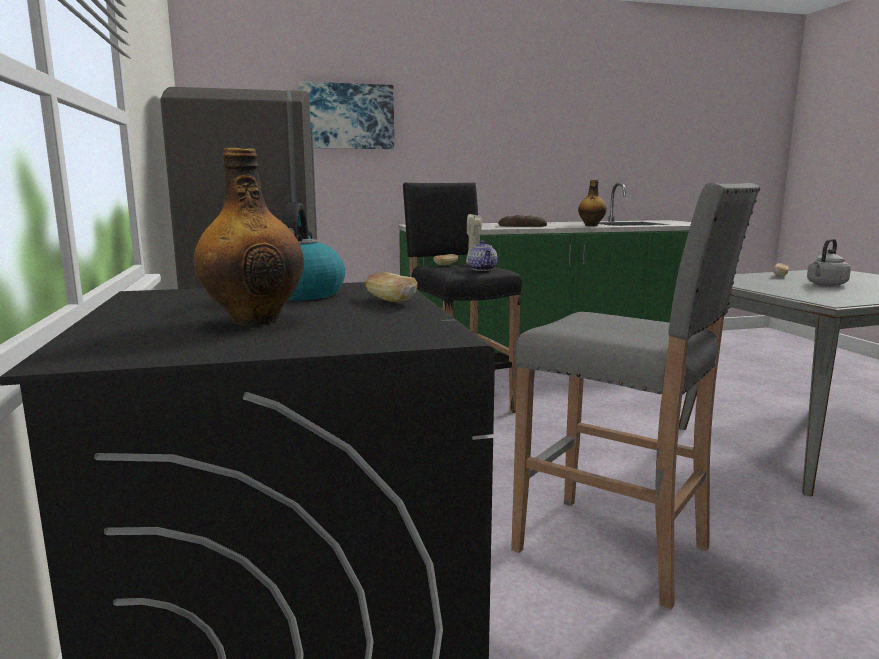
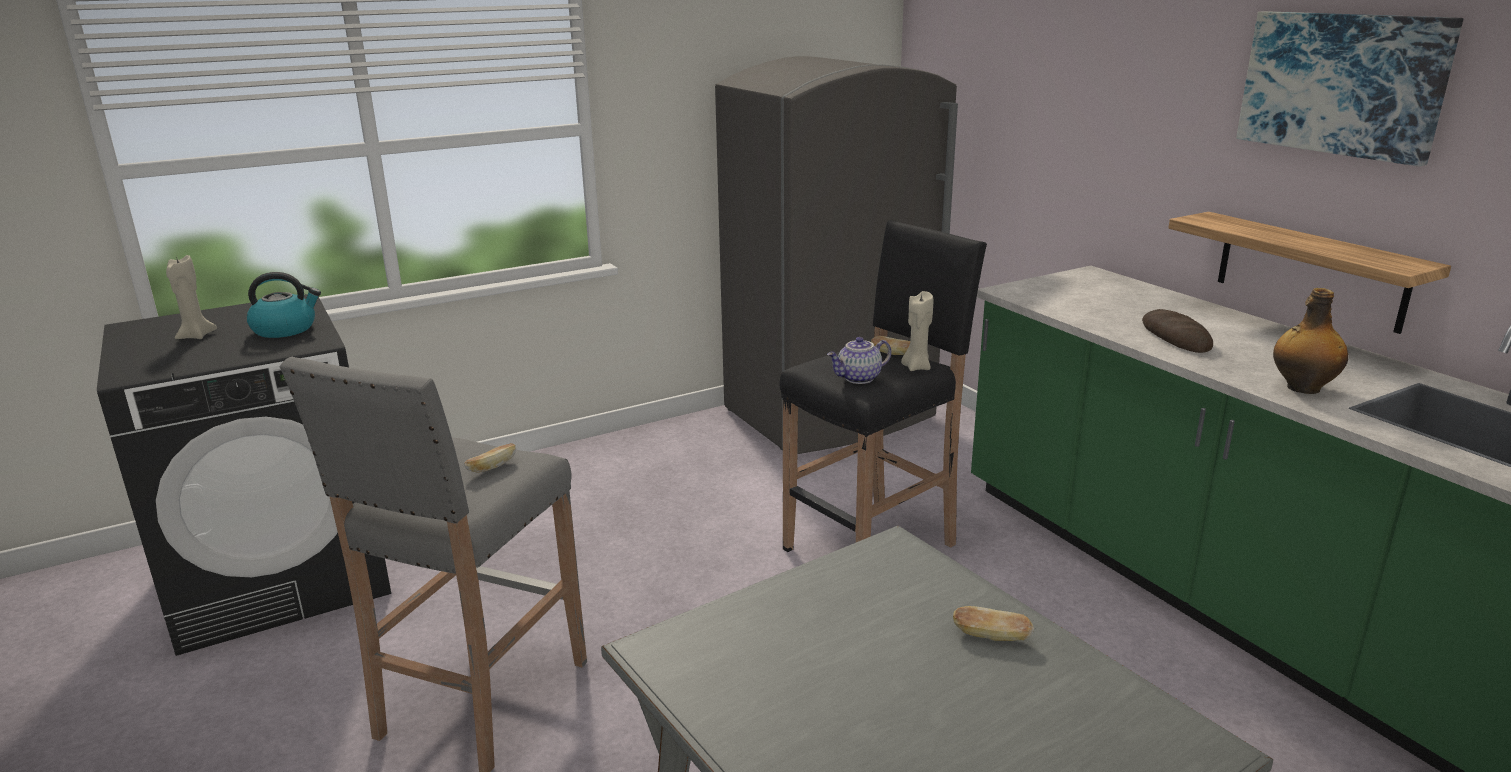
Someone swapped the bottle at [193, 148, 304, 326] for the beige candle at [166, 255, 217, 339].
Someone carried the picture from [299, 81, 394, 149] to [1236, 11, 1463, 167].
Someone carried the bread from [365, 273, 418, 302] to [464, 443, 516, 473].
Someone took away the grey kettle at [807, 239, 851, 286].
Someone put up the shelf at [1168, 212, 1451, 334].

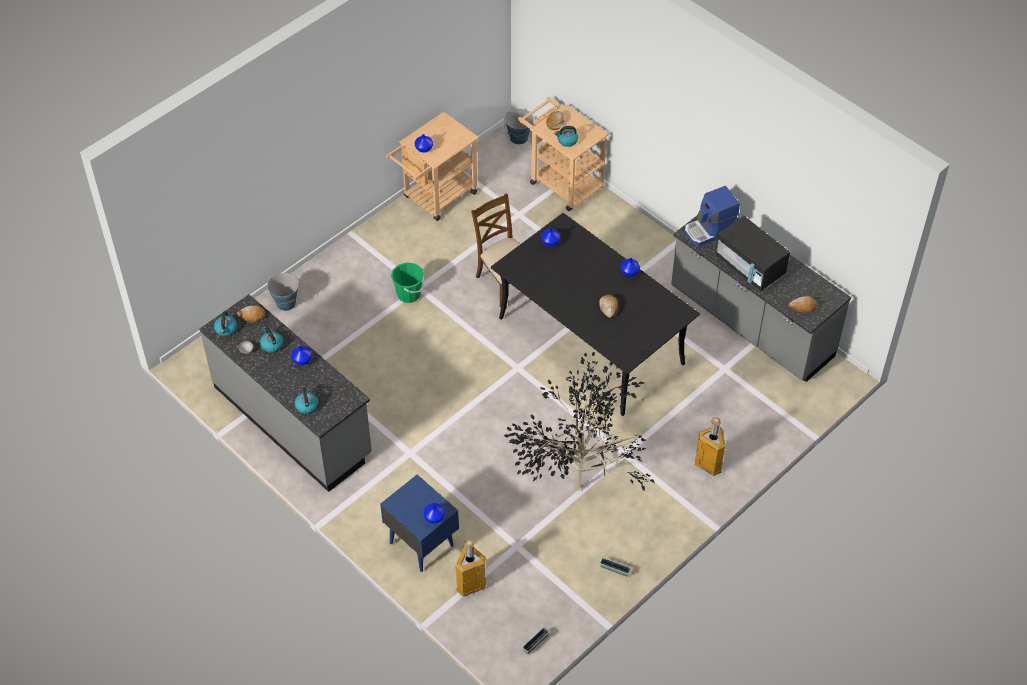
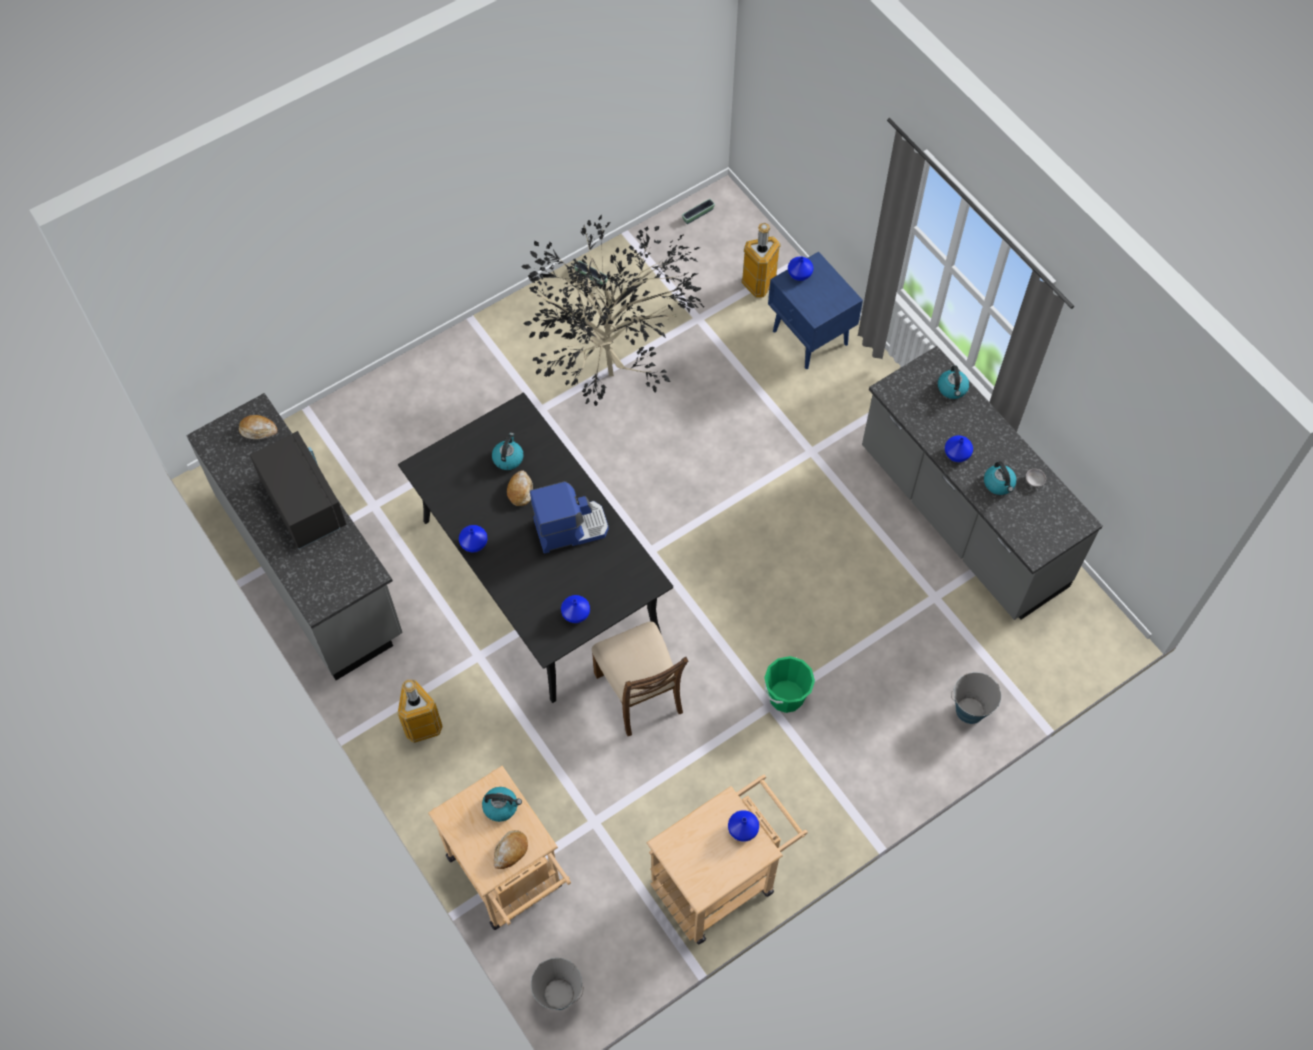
Someone carried the kettle from [214, 311, 237, 336] to [492, 433, 524, 470].
Someone took away the bread at [237, 305, 265, 322].
Someone carried the coffee machine from [684, 186, 740, 246] to [530, 481, 609, 554].
Someone carried the trash can from [695, 417, 726, 476] to [398, 679, 443, 743].

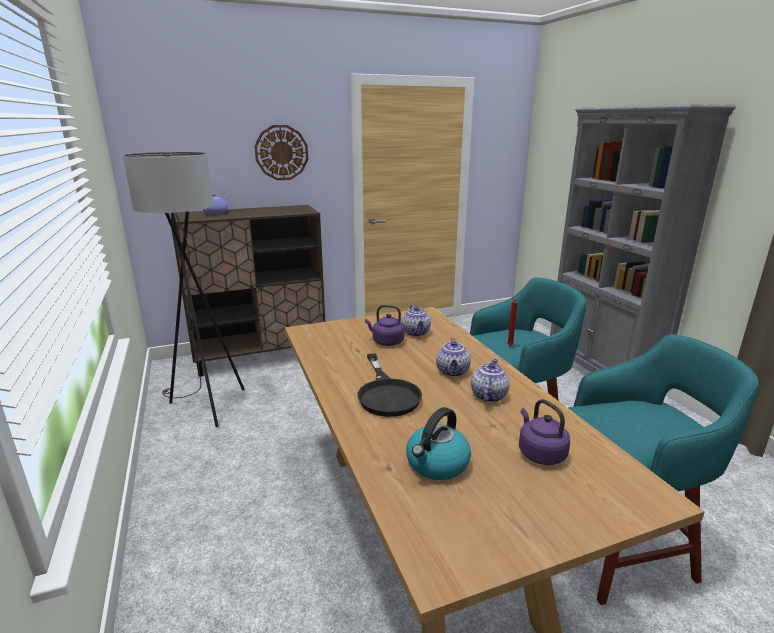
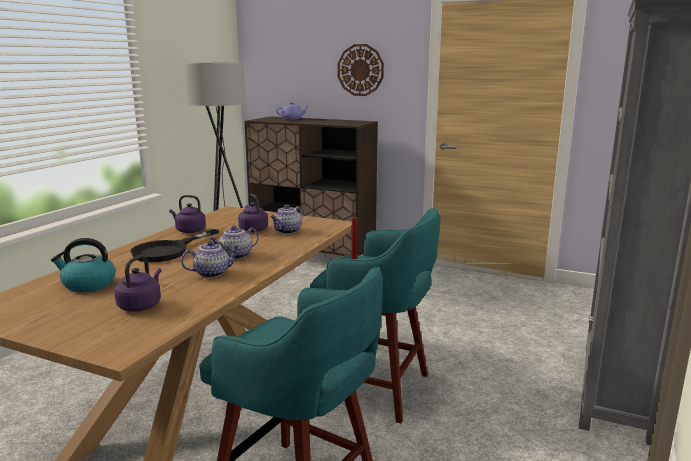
Someone put down the purple kettle at [170, 195, 206, 233].

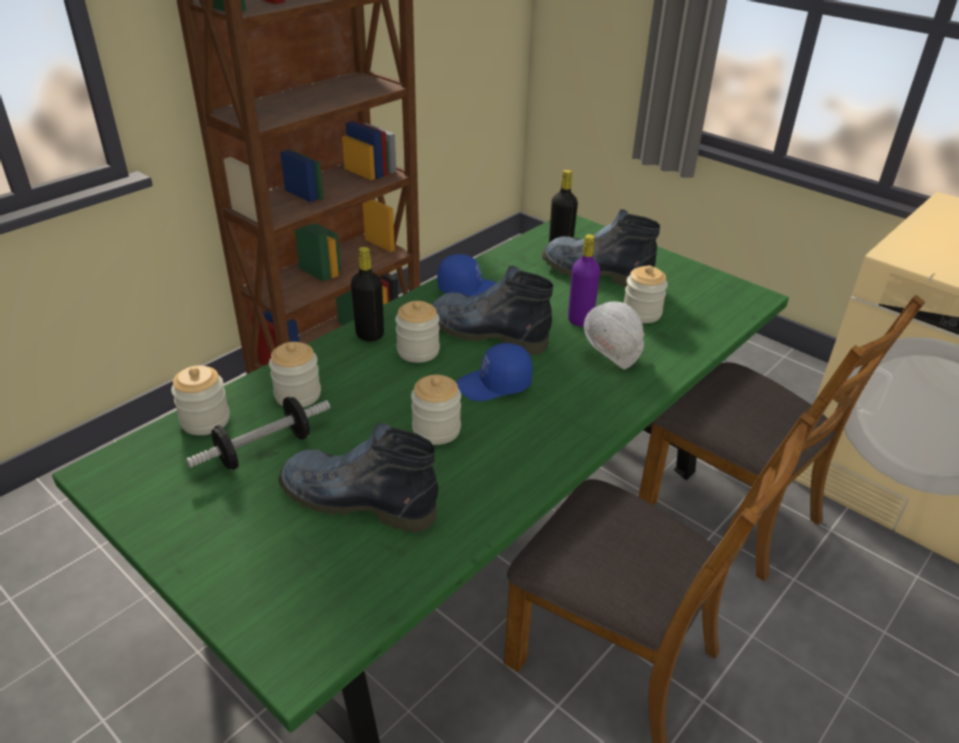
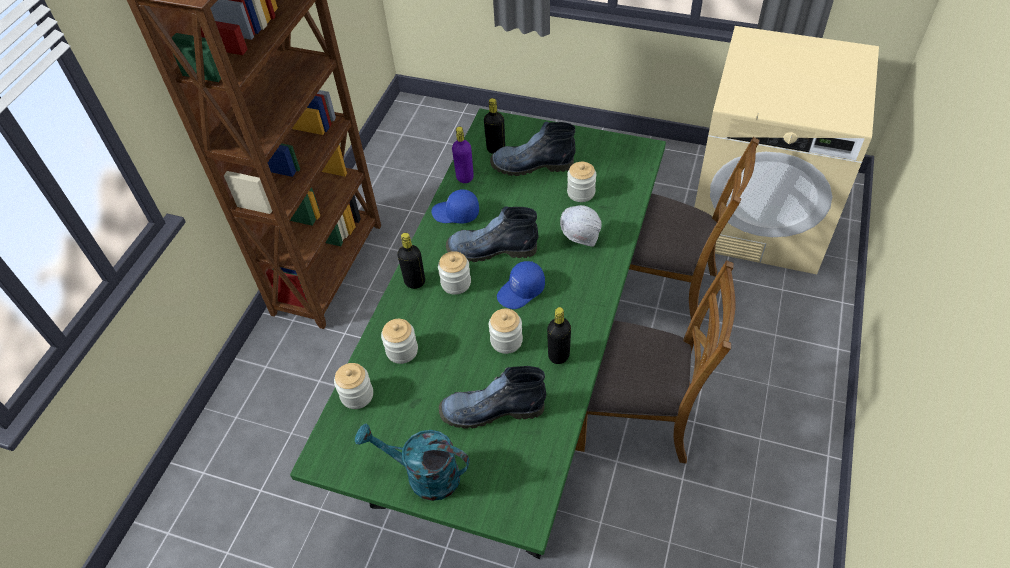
Someone took away the dumbbell at [186, 397, 330, 470].
Someone rotated the blue cap at [437, 254, 497, 296] by 150 degrees counterclockwise.
Someone carried the purple bottle from [568, 234, 600, 326] to [452, 127, 474, 183].
Someone put down the turquoise watering can at [355, 423, 470, 501].
Someone put down the black bottle at [547, 307, 571, 364].

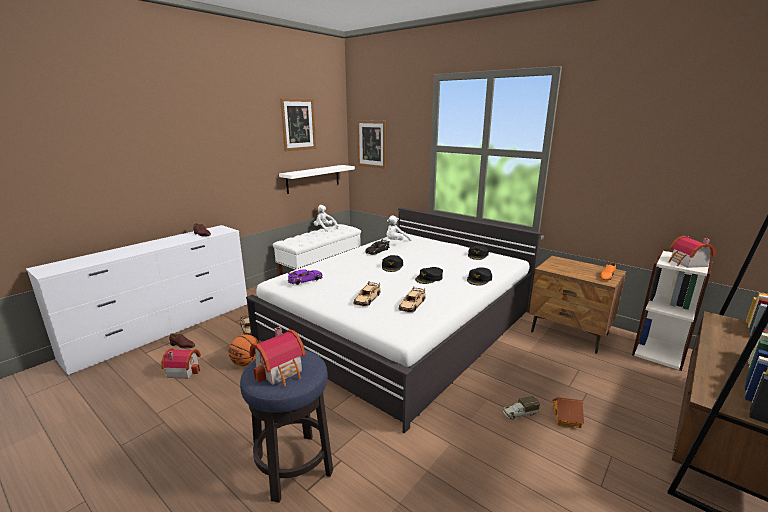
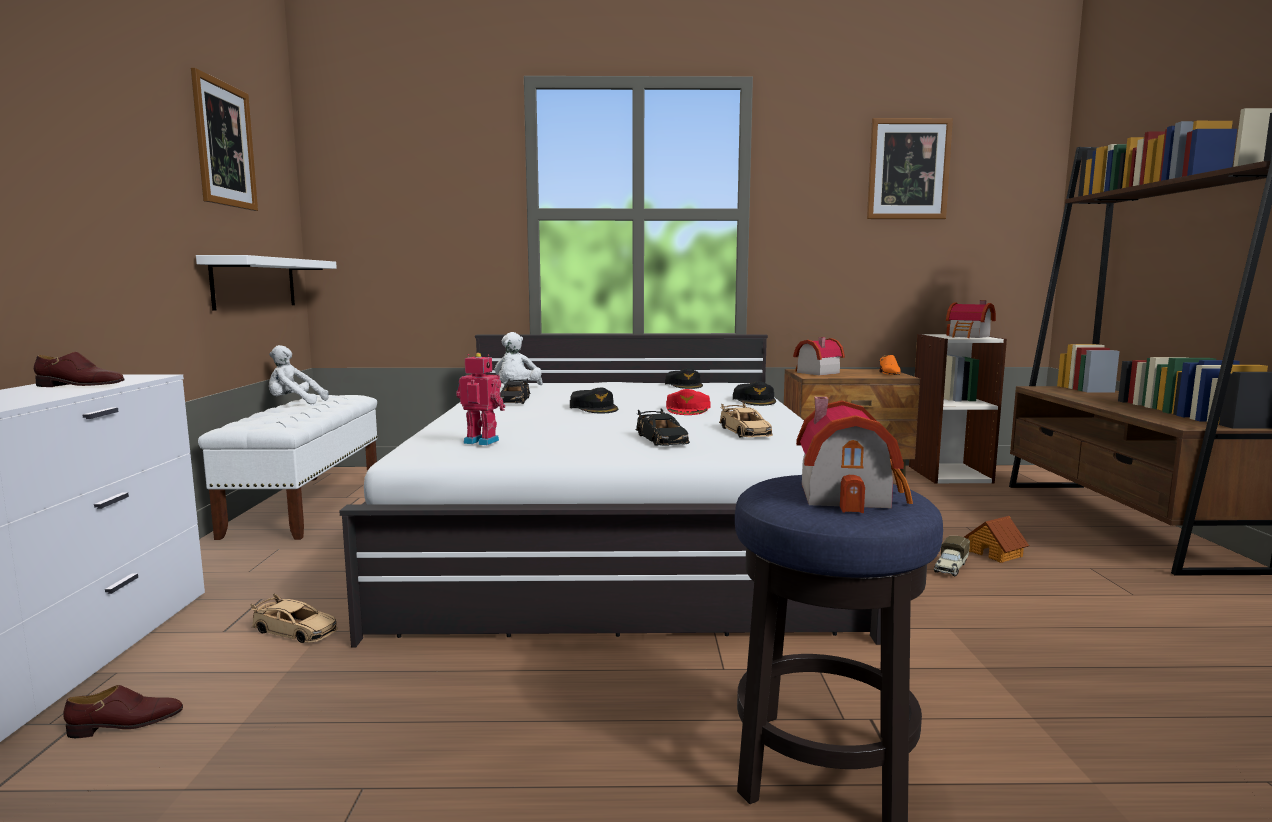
Someone carried the toy house from [161, 348, 201, 379] to [793, 337, 845, 376].
Someone took away the basketball at [228, 335, 260, 366].
Someone swapped the purple toy car at [287, 269, 323, 285] for the toy robot at [456, 353, 505, 445].
Someone repainted the beige toy car at [354, 281, 381, 307], which became the black toy car at [636, 409, 690, 446].
Someone carried the picture from [357, 120, 386, 169] to [867, 118, 953, 219].
Someone repainted the black cap at [415, 267, 443, 284], which became the red cap at [666, 389, 710, 415].

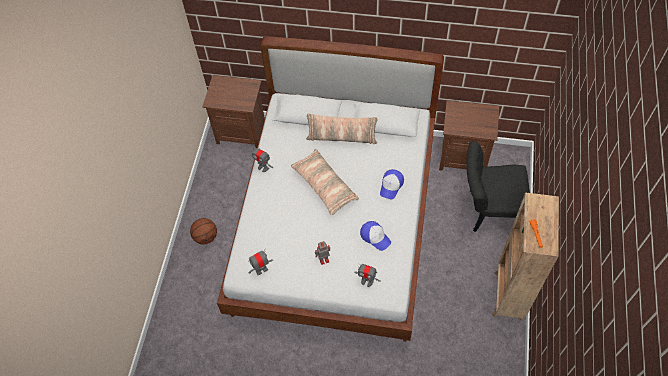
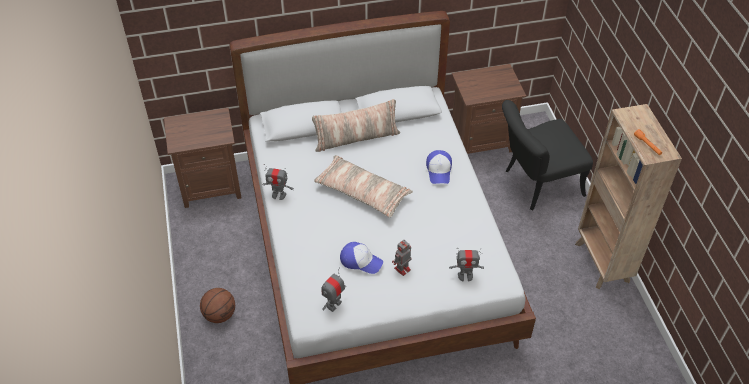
Someone carried the cap from [360, 221, 391, 251] to [340, 242, 383, 274].

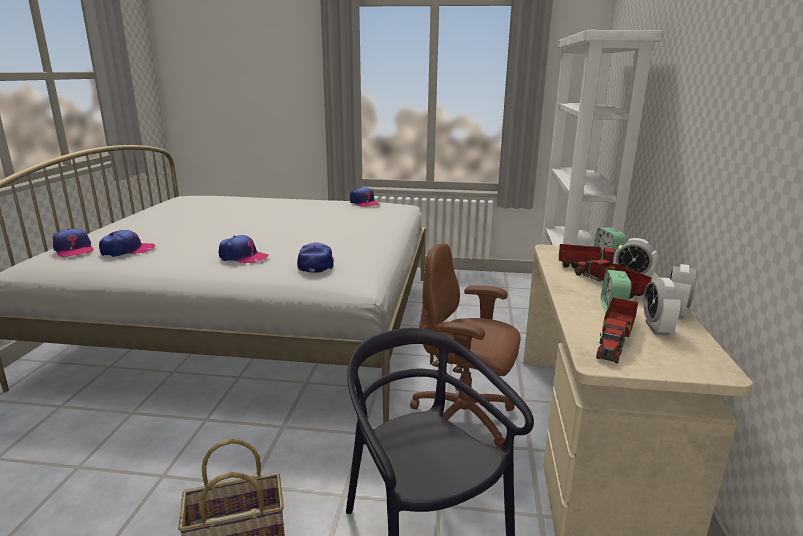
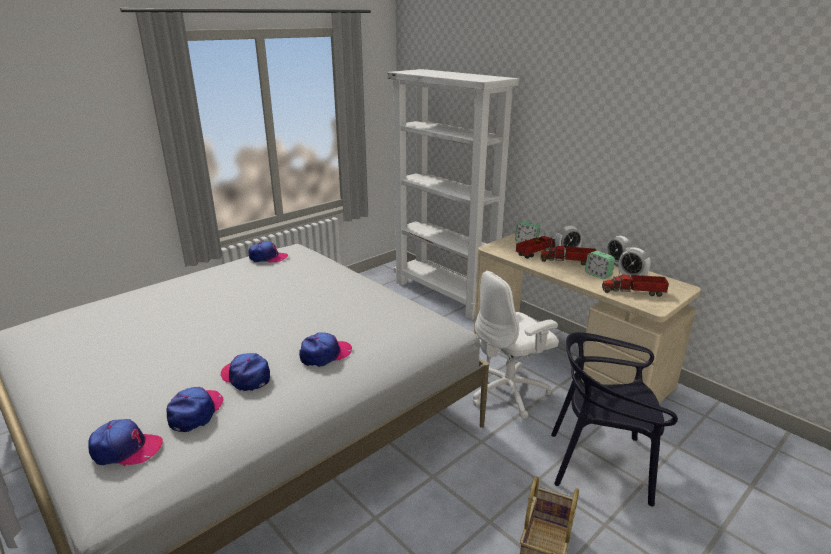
Someone carried the cap from [297, 242, 334, 273] to [220, 353, 270, 391].
Someone repainted the brown office chair at [410, 243, 521, 447], which became the white office chair at [473, 271, 559, 419].
Someone rotated the toy truck at [596, 298, 638, 364] by 120 degrees clockwise.

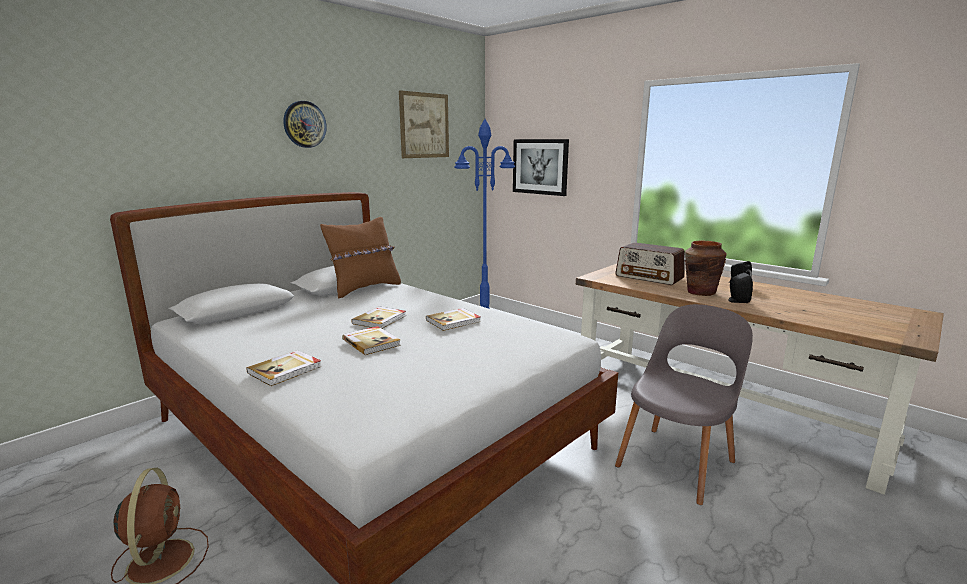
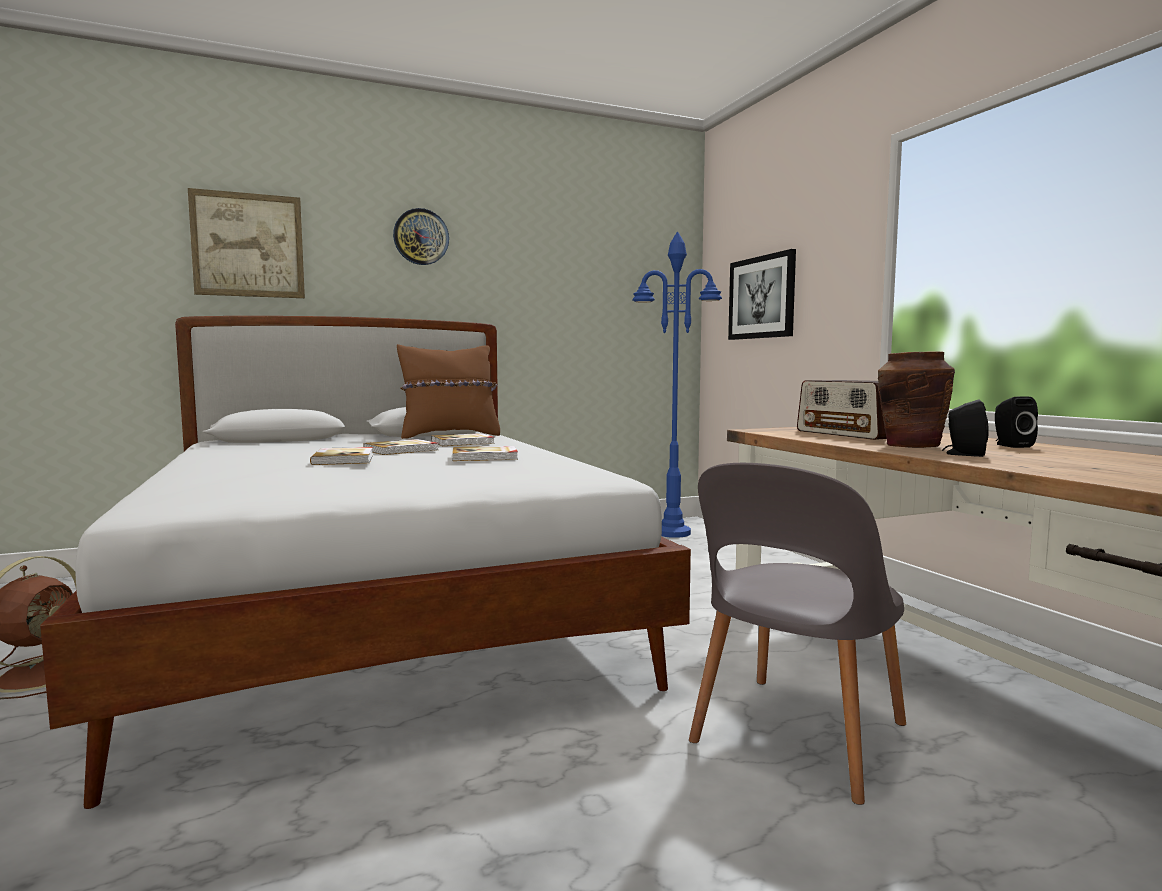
Someone carried the book from [247, 350, 322, 386] to [431, 433, 495, 446].
Someone carried the picture from [399, 90, 449, 158] to [188, 188, 305, 298].
Someone rotated the grey chair at [615, 304, 753, 505] by 150 degrees clockwise.

